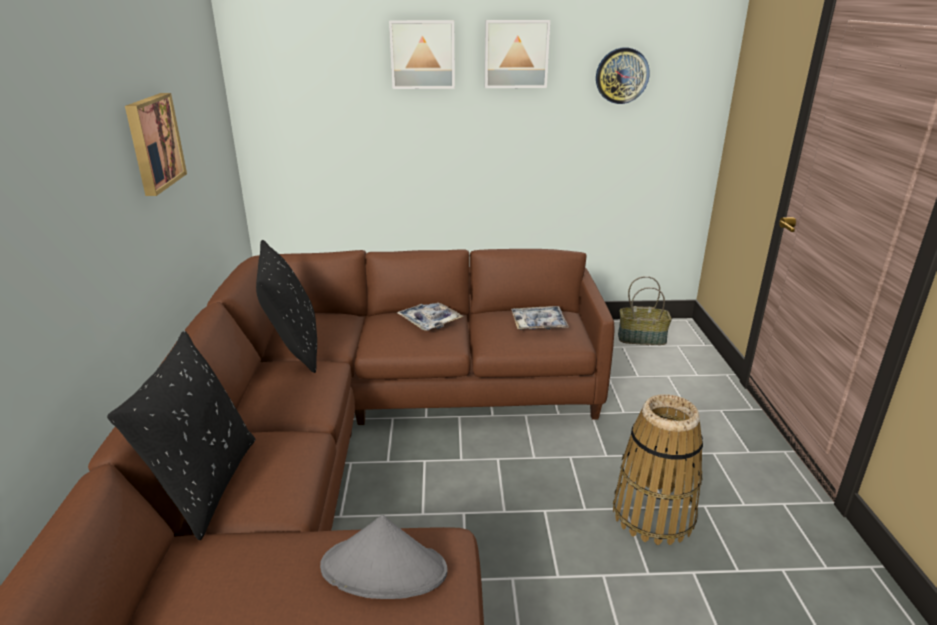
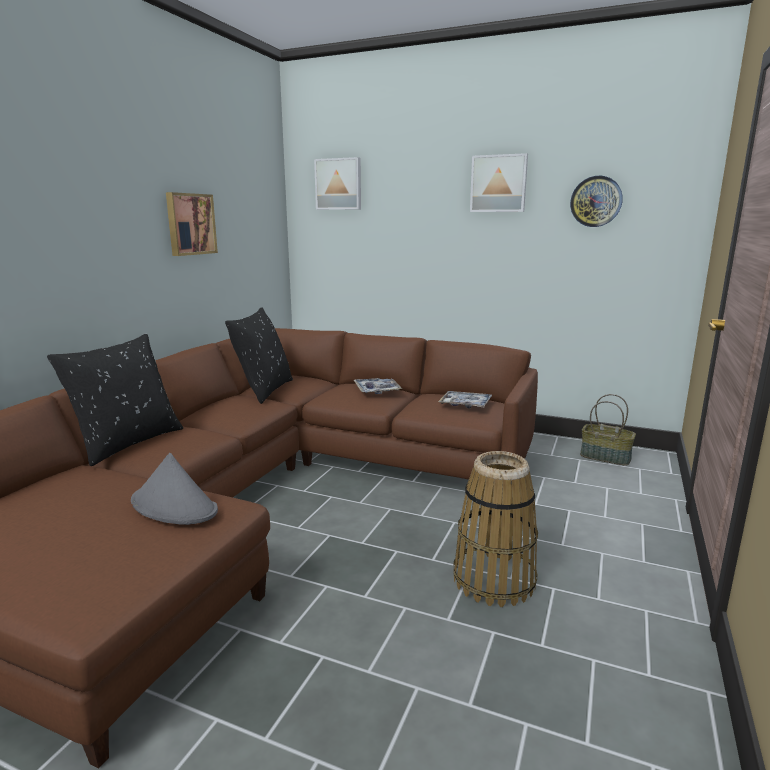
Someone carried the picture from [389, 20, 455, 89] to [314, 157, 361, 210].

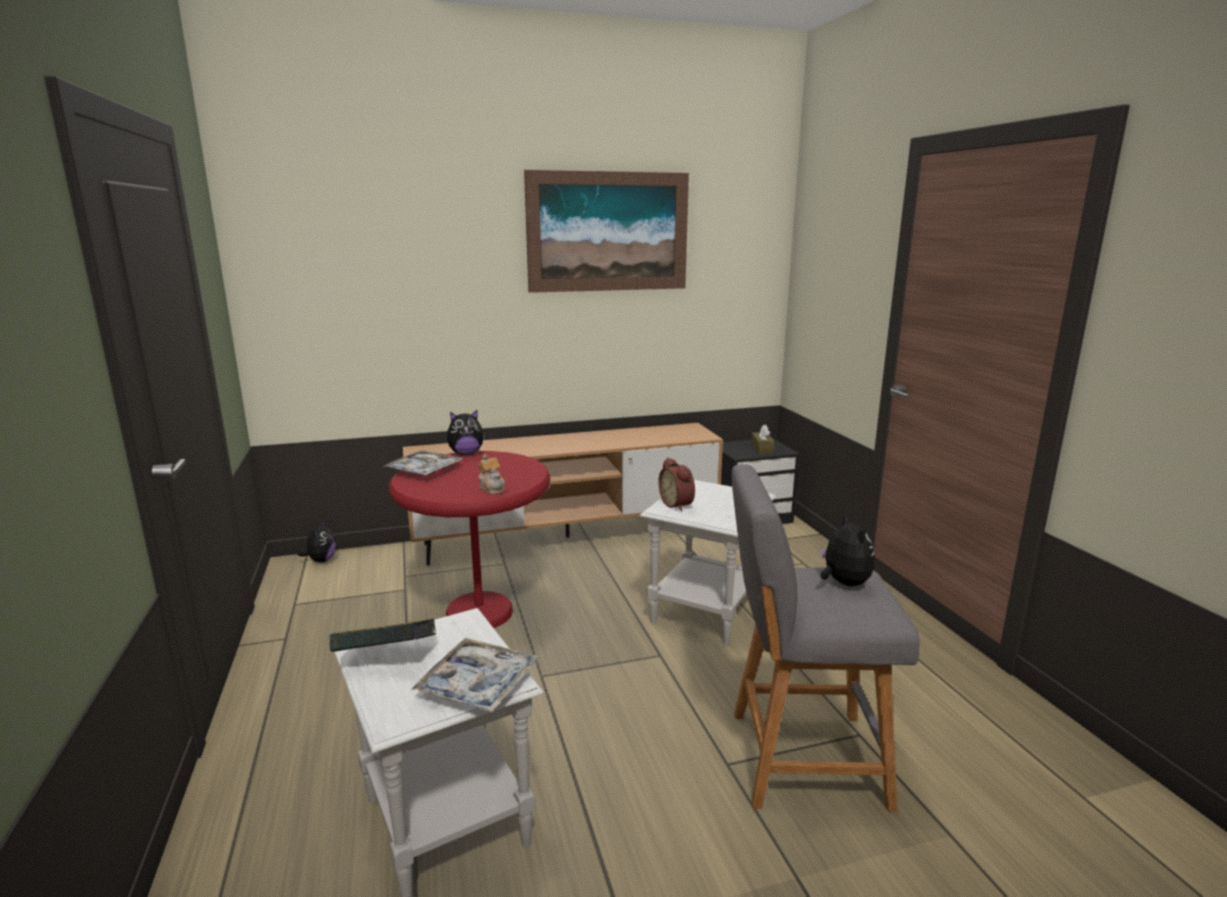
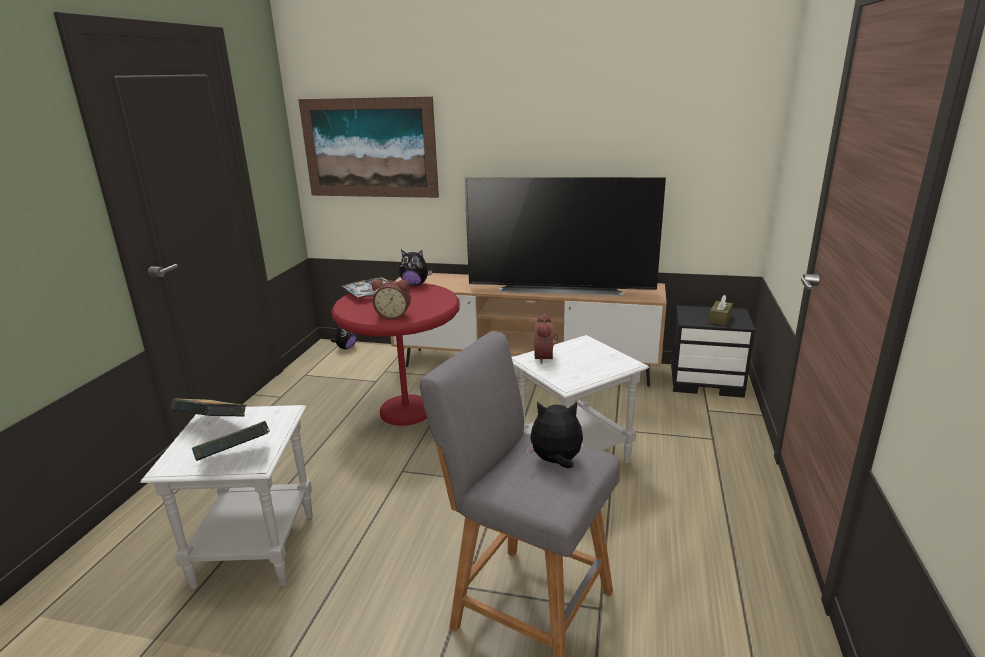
Someone swapped the tray at [411, 638, 538, 712] for the book at [192, 421, 270, 461].
Someone swapped the teapot at [477, 454, 505, 494] for the alarm clock at [372, 280, 411, 320].
Someone carried the picture from [524, 170, 689, 293] to [298, 96, 439, 198].
Someone rotated the plush toy at [820, 513, 875, 586] by 105 degrees counterclockwise.
Someone put down the television at [464, 177, 666, 296].

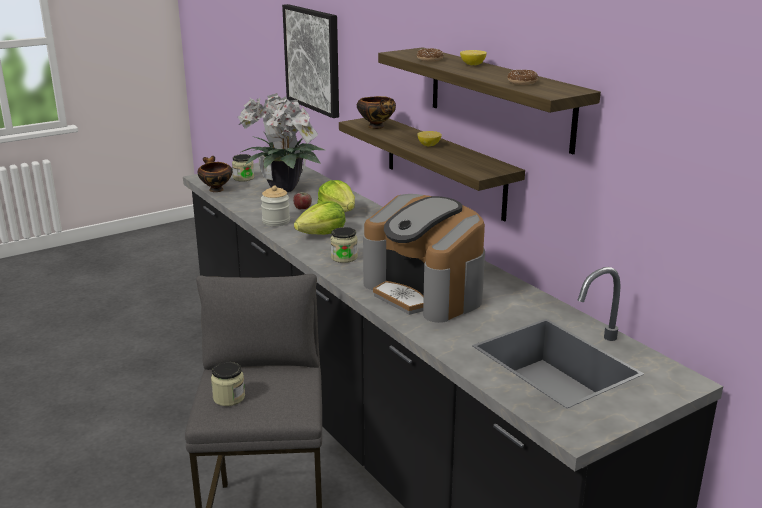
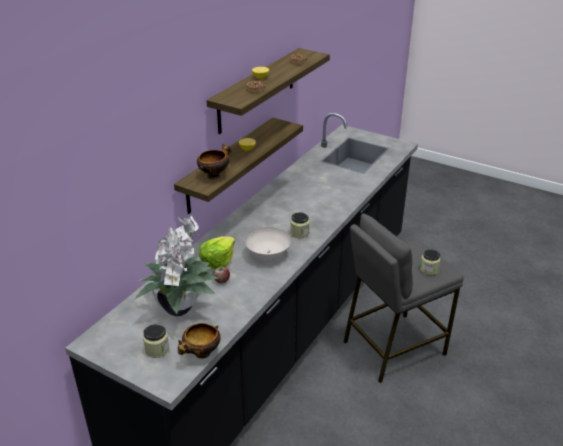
Someone took away the jar at [261, 186, 290, 226].
Someone took away the picture at [282, 4, 339, 118].
Someone swapped the lettuce at [294, 201, 346, 235] for the white bowl at [244, 227, 291, 259].
Someone took away the coffee machine at [363, 194, 485, 323].

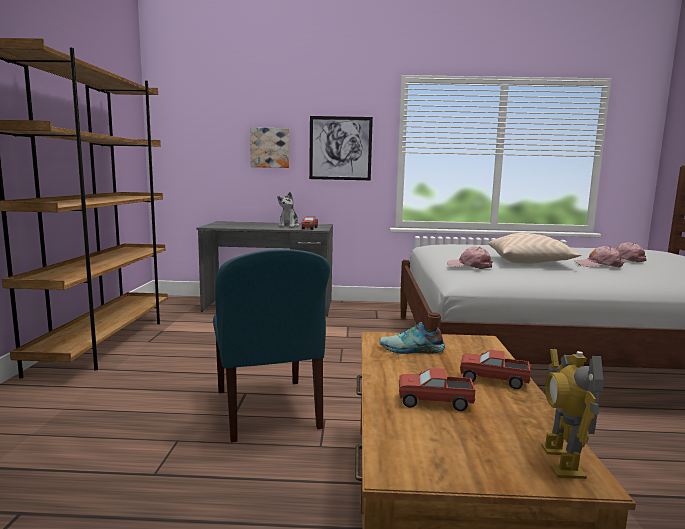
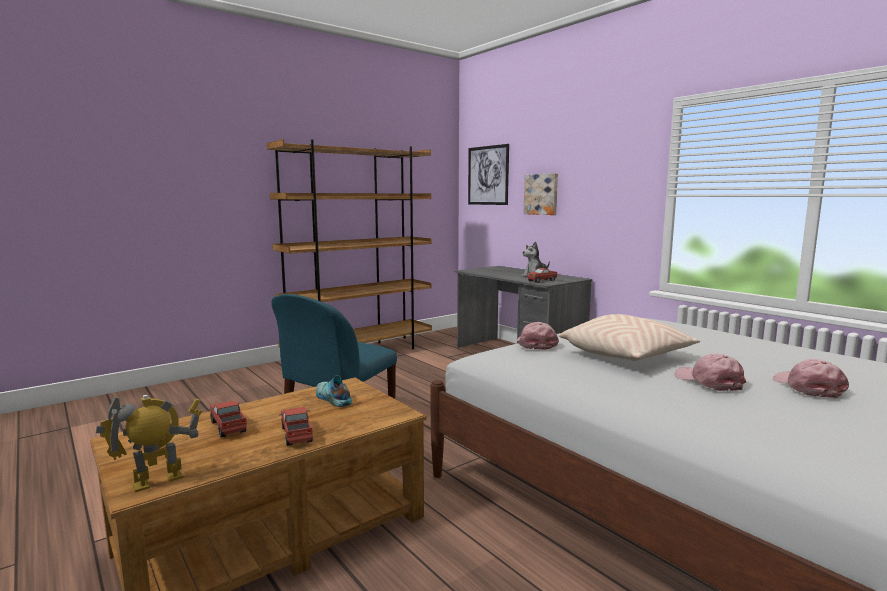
Someone carried the picture from [309, 116, 373, 180] to [468, 144, 509, 205].

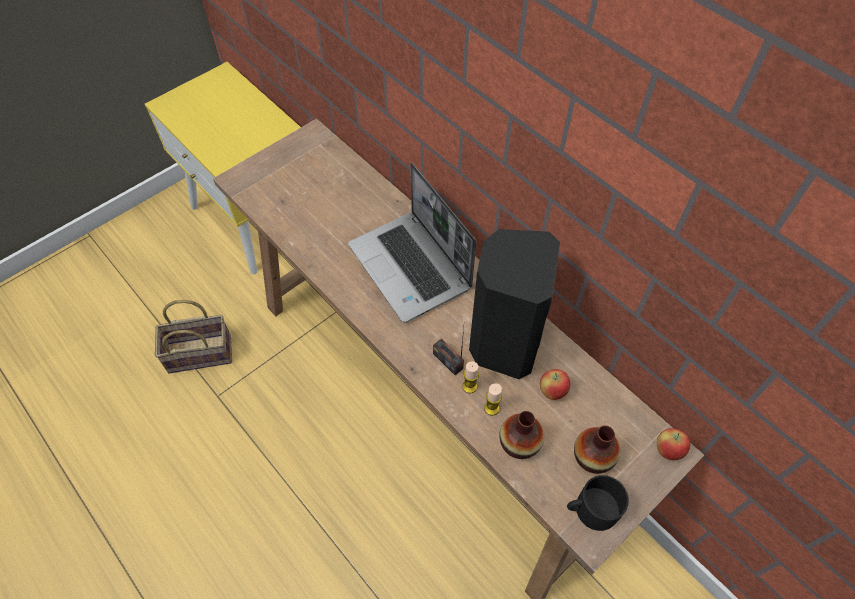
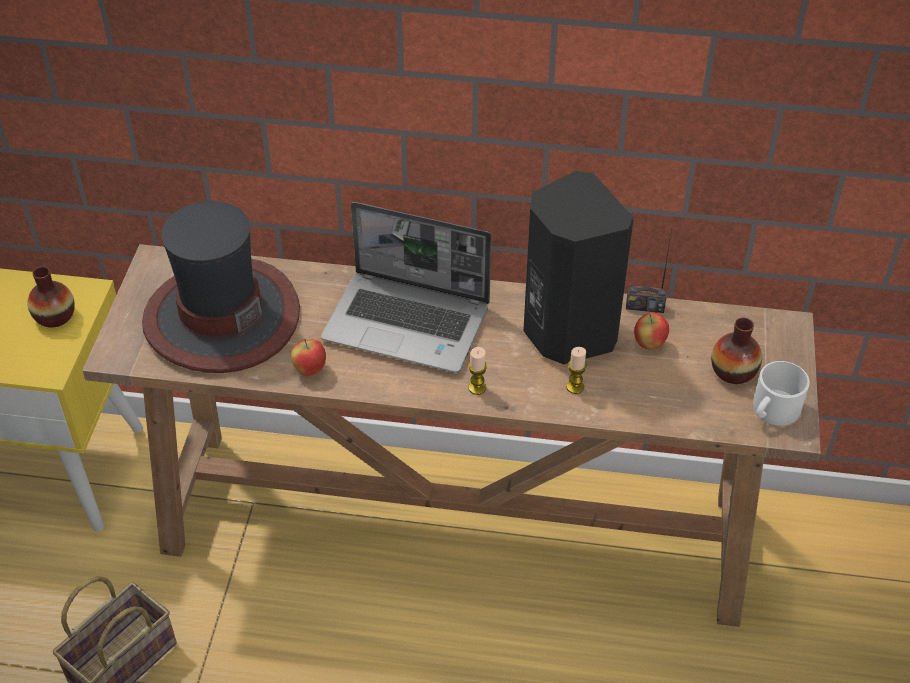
Someone carried the radio from [433, 328, 464, 375] to [626, 230, 672, 313].
Someone carried the candle from [484, 383, 502, 415] to [468, 347, 487, 395].
Someone carried the vase from [499, 411, 544, 459] to [27, 267, 75, 328].
Someone repainted the black mug at [567, 475, 629, 531], which became the white mug at [753, 361, 809, 426].
Someone carried the apple from [657, 428, 690, 460] to [291, 339, 326, 376].
Someone put down the hat at [142, 201, 300, 373].

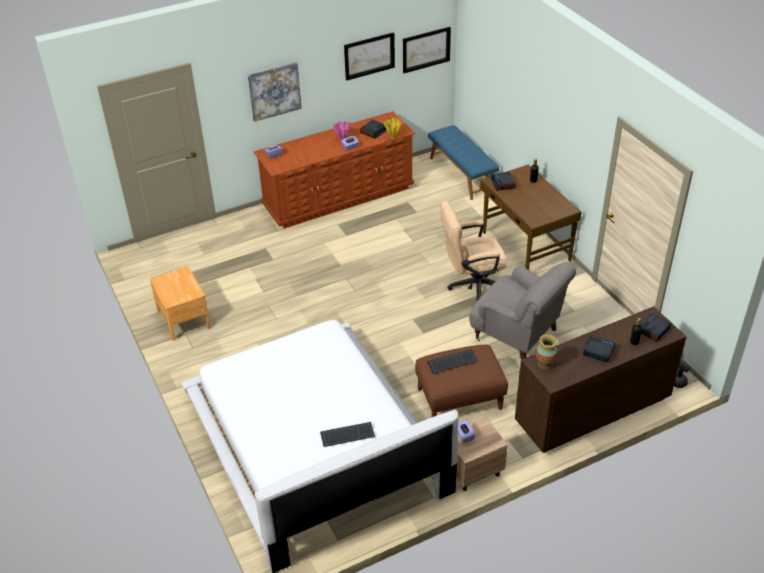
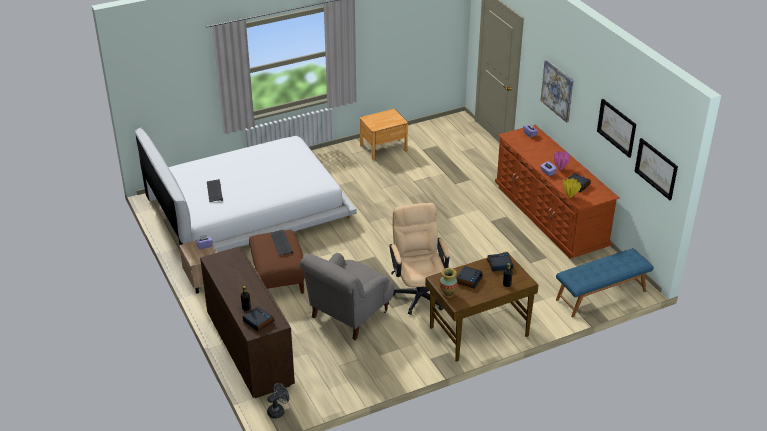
Someone carried the vase from [536, 334, 558, 370] to [439, 268, 458, 298].
Someone carried the alarm clock from [583, 335, 616, 363] to [456, 266, 483, 289].

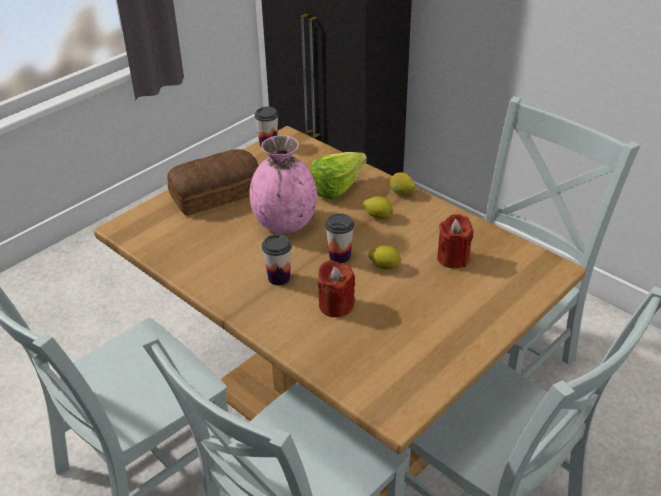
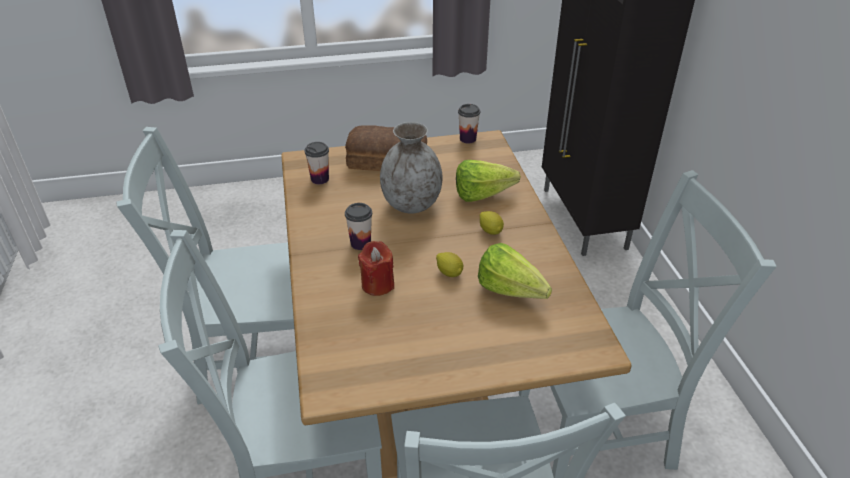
Someone repainted the pink vase at [249, 135, 317, 233], which became the grey vase at [380, 122, 442, 214].
Someone carried the cup from [325, 213, 354, 263] to [304, 142, 329, 184].
Someone took away the lemon at [390, 172, 415, 195].
Someone swapped the red candle at [437, 214, 474, 268] for the lettuce at [478, 243, 552, 299].

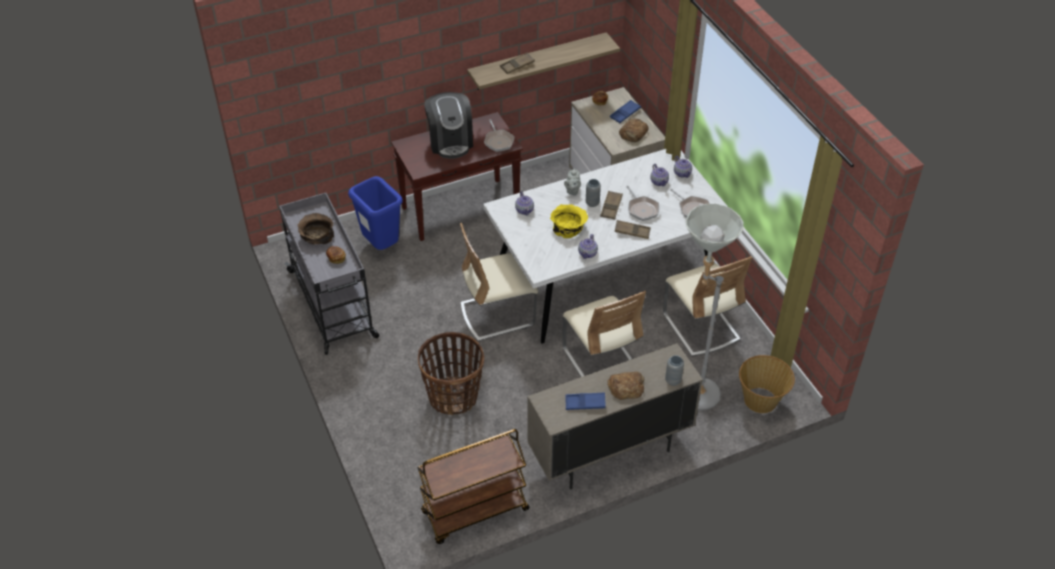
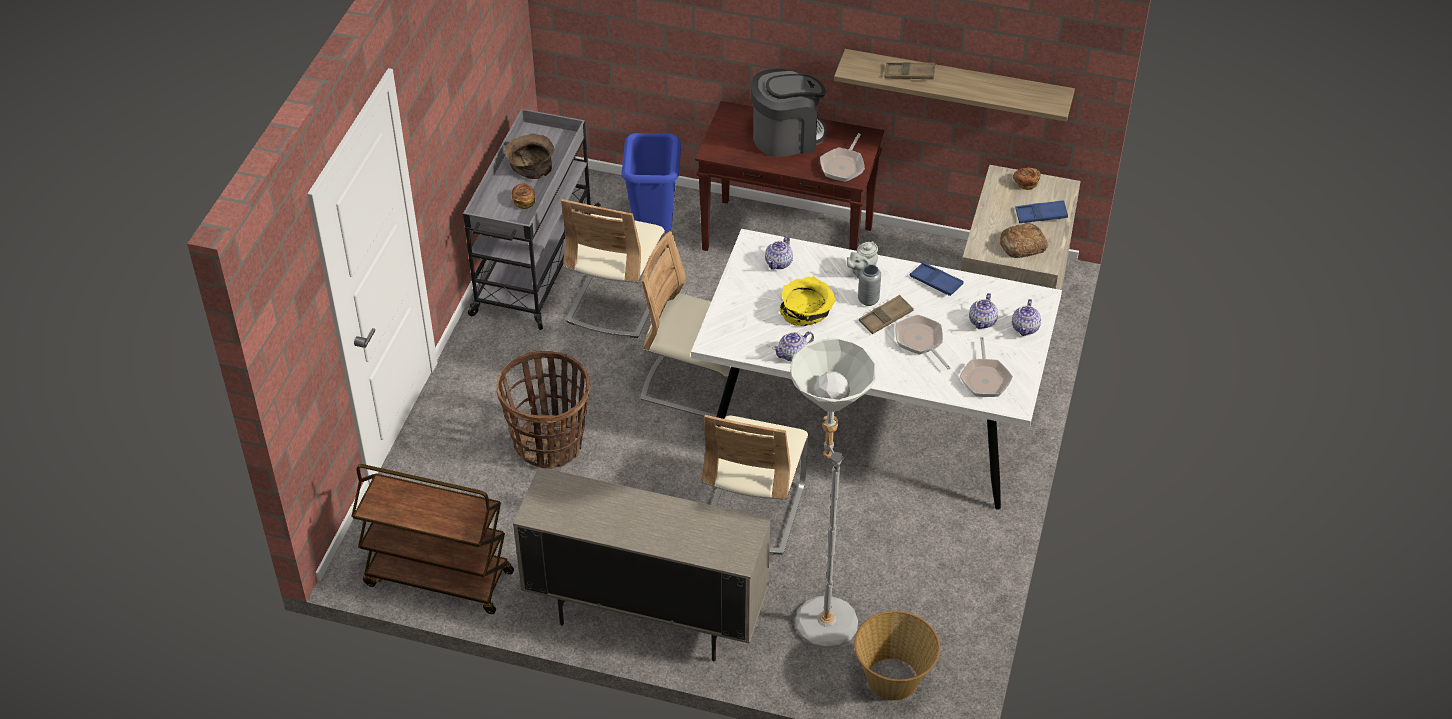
Someone rotated the coffee machine at [424, 92, 473, 159] by 135 degrees counterclockwise.
Someone carried the blue tray from [565, 392, 606, 410] to [910, 262, 964, 296].
Someone took away the bread at [607, 372, 644, 400].
Someone took away the brown tray at [615, 220, 651, 239].
Someone rotated the frying pan at [626, 186, 659, 221] by 135 degrees clockwise.
Someone carried the beige chair from [663, 256, 752, 357] to [561, 199, 665, 338].
Someone took away the grey vase at [665, 355, 684, 386].

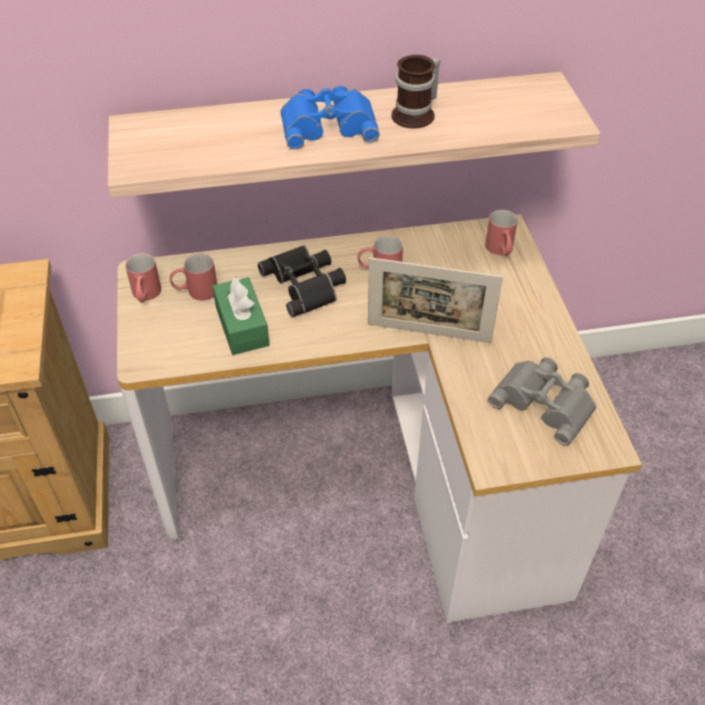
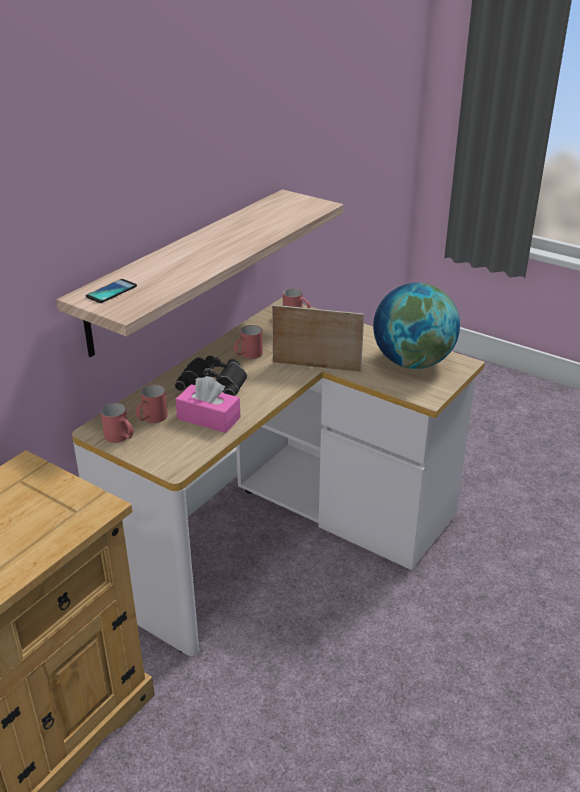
Someone repainted the green tissue box at [212, 276, 270, 355], which became the pink tissue box at [176, 376, 240, 433].
Someone took away the blue binoculars at [281, 86, 379, 149].
Someone rotated the picture frame at [368, 257, 503, 343] by 135 degrees counterclockwise.
Someone took away the mug at [392, 55, 440, 129].
Someone swapped the grey binoculars at [488, 357, 596, 446] for the globe at [373, 283, 460, 369].
Someone put down the phone at [86, 279, 137, 303].

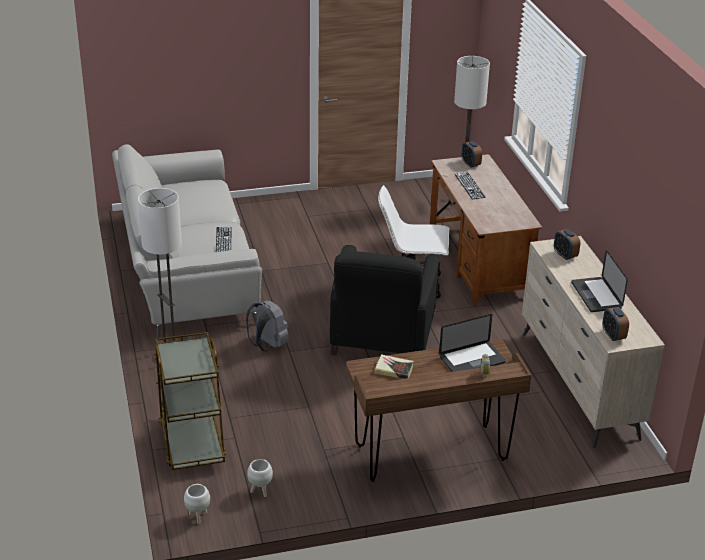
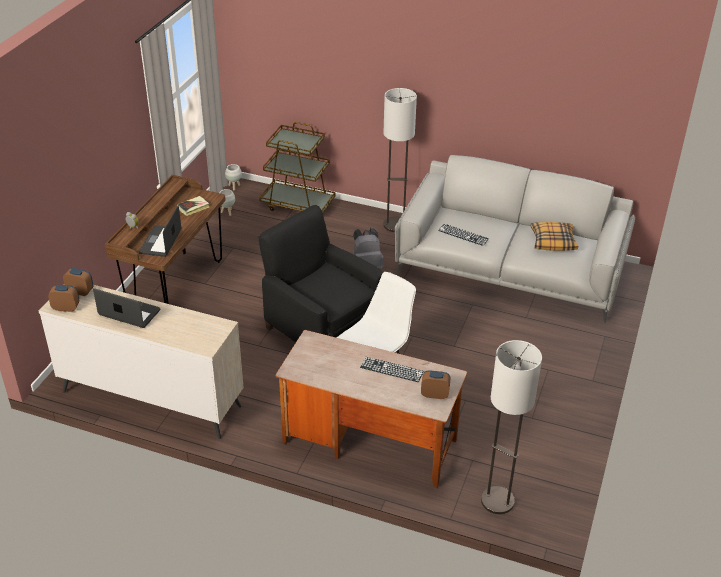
Someone carried the alarm clock from [554, 229, 580, 260] to [48, 285, 79, 312].
Someone put down the pillow at [531, 222, 578, 251].

